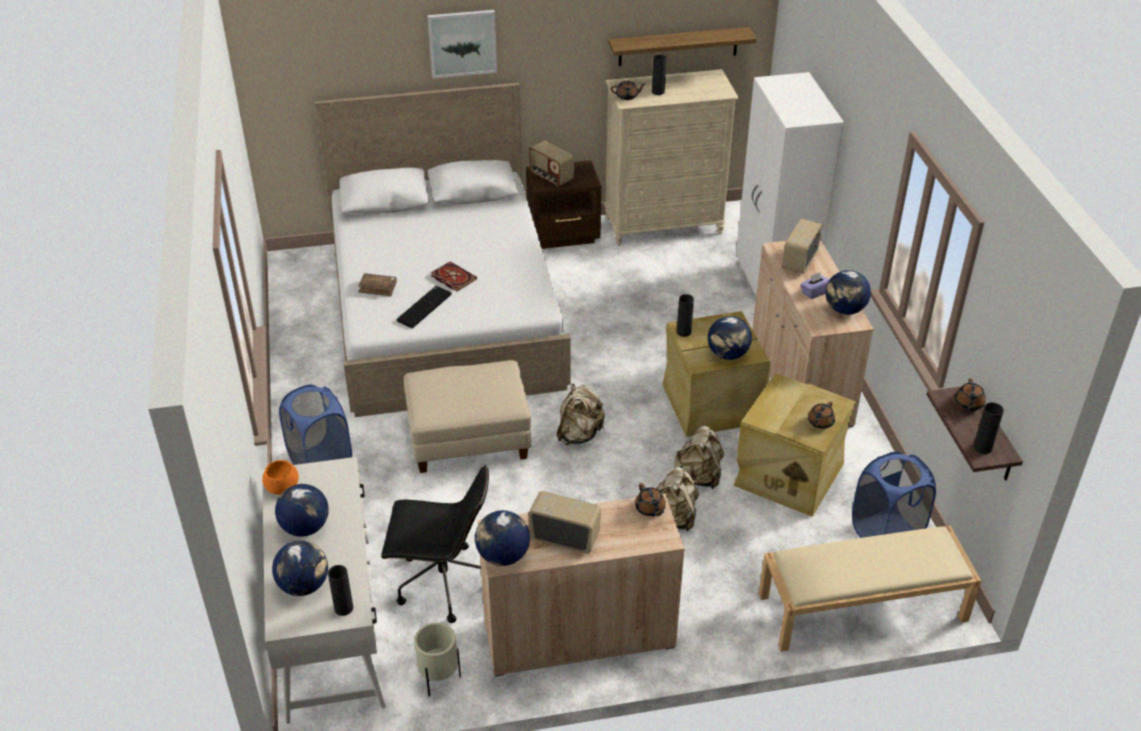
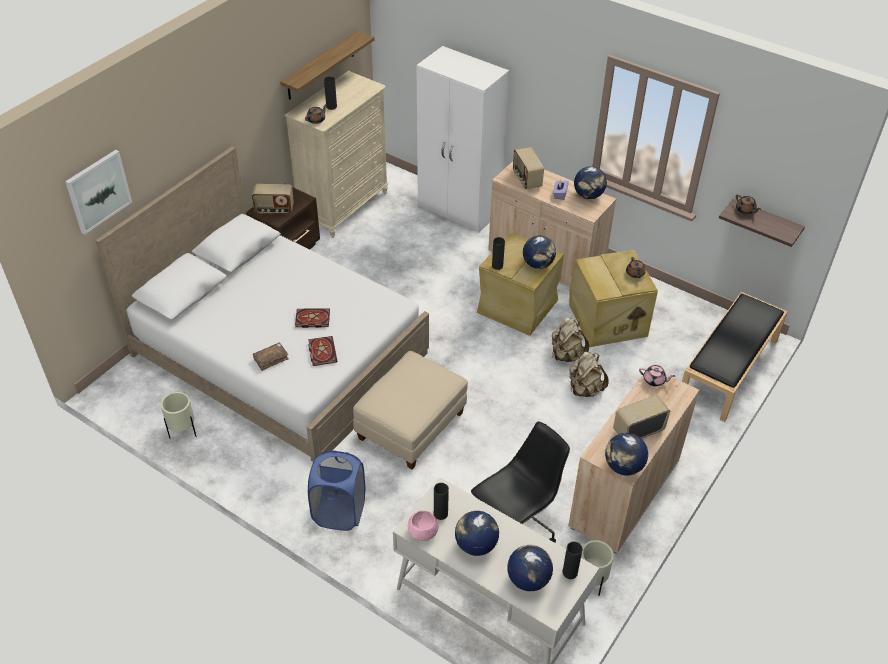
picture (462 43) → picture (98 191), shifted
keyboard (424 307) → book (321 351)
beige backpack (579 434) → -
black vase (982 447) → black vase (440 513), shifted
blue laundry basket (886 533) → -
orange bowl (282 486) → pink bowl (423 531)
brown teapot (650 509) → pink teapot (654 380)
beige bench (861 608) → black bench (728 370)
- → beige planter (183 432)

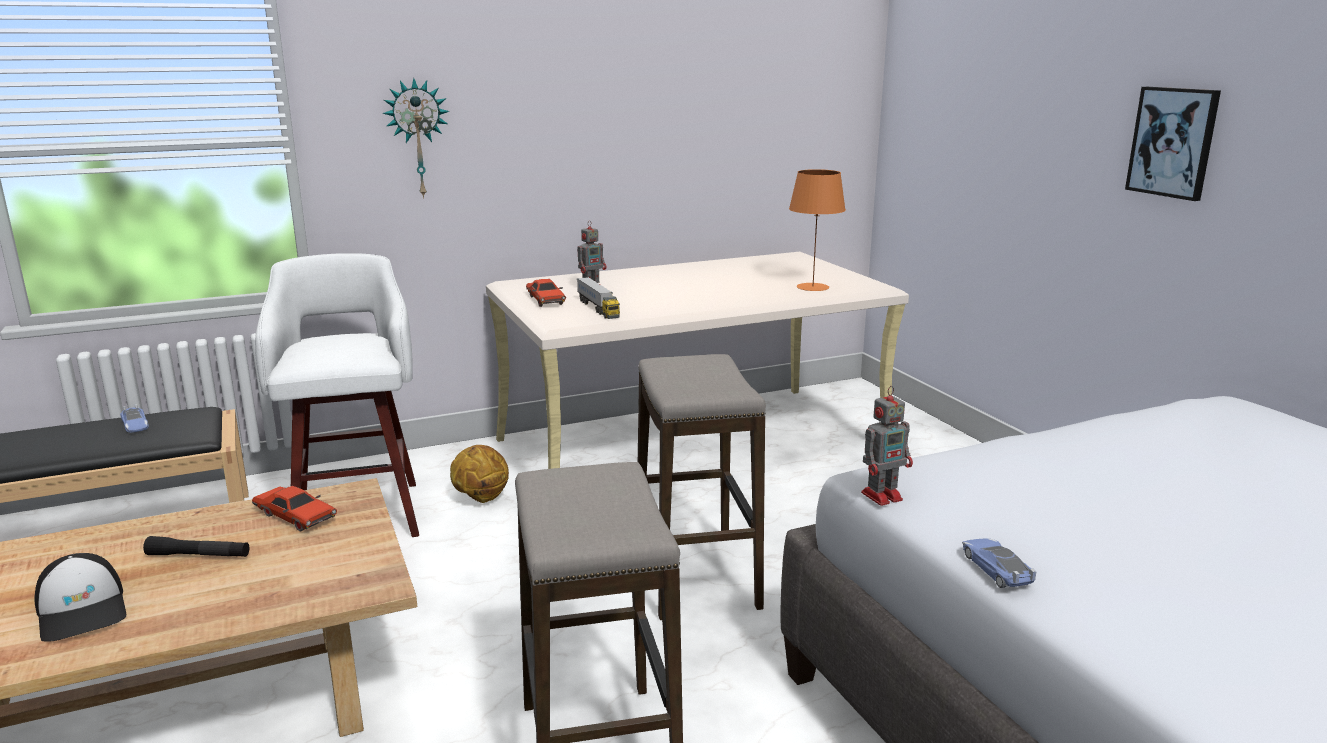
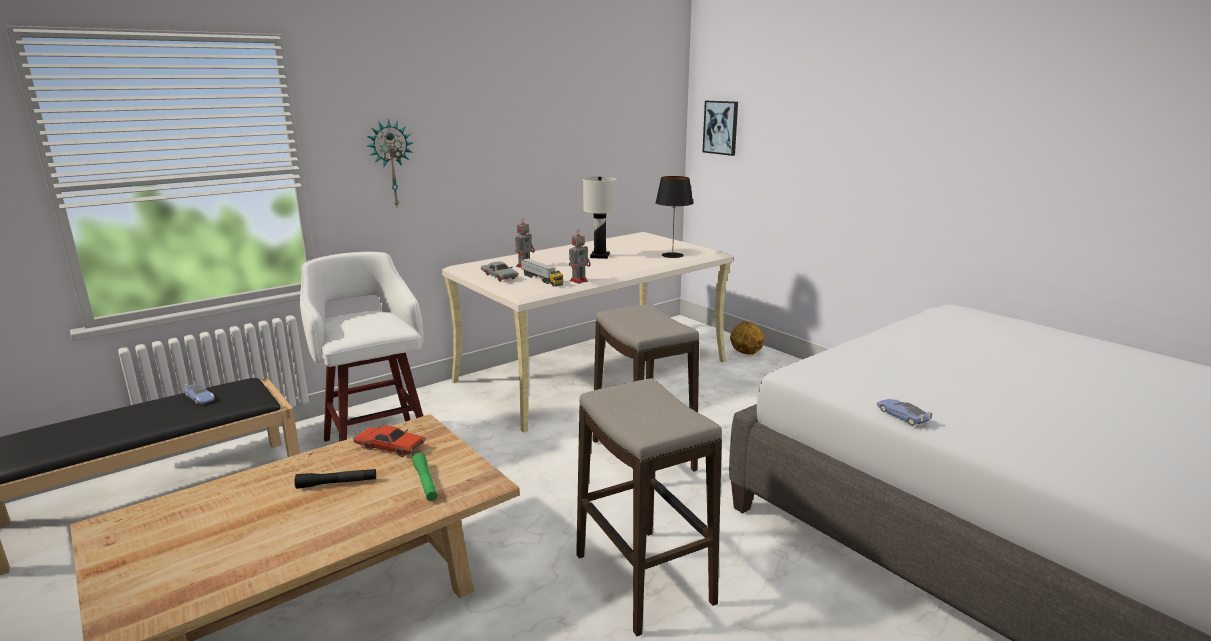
picture (1173 142) → picture (721 127), shifted
orange table lamp (813 287) → black table lamp (672 255)
red toy car (545 300) → grey toy car (499 276)
toy robot (883 495) → toy robot (579 280), shifted
basketball (481 498) → basketball (746 353), shifted
cap (83 611) → -
- → white table lamp (600 256)
- → green flashlight (425 482)

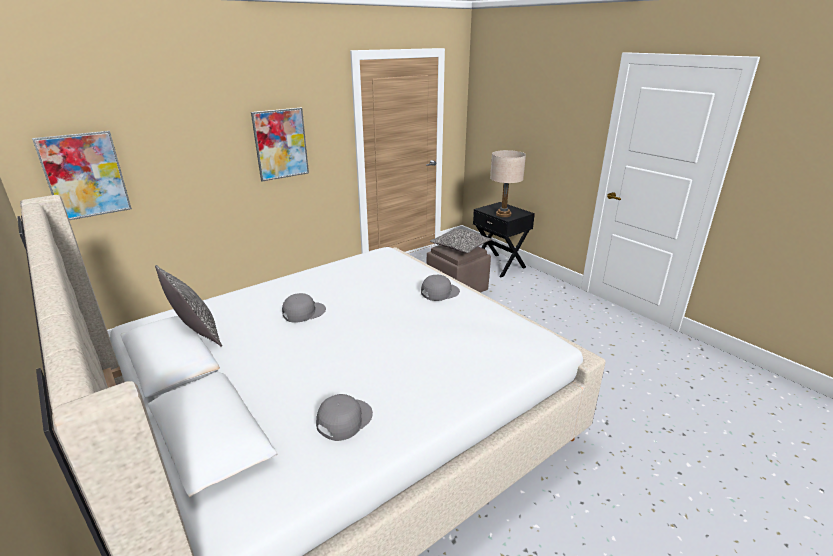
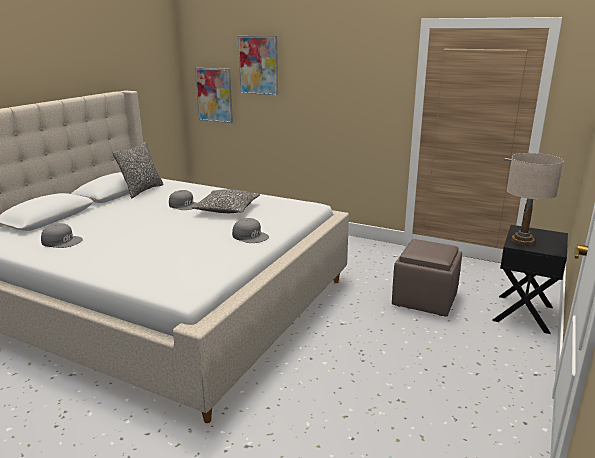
picture (280 144) → picture (258 65), shifted
pillow (460 247) → pillow (227 209), shifted

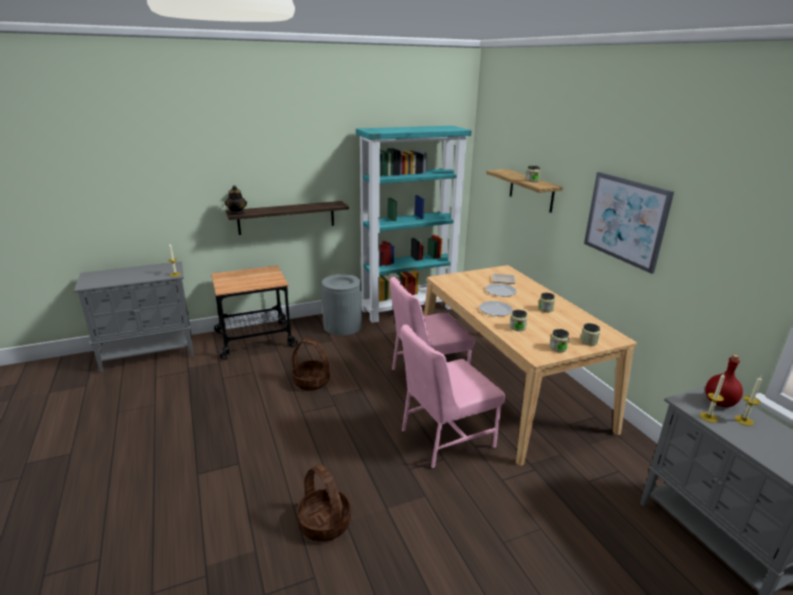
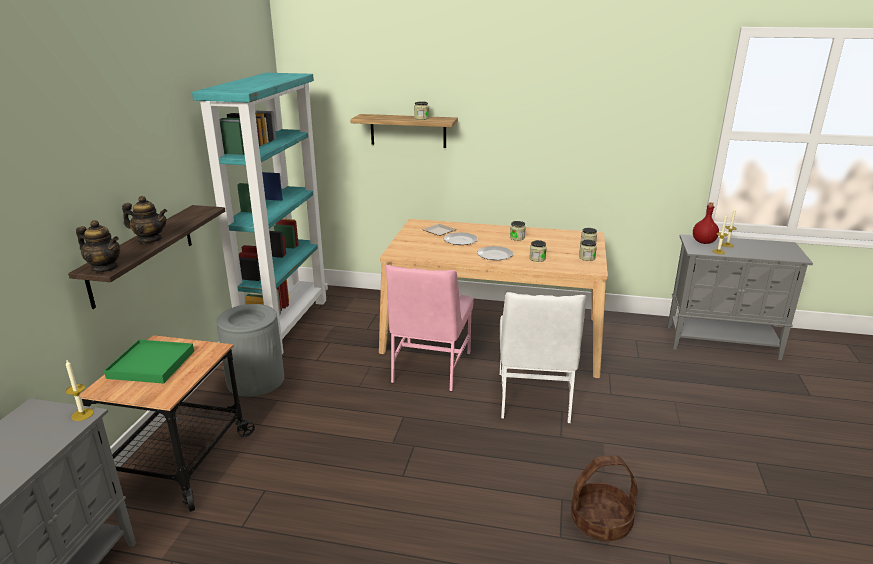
picture (625 220) → -
pink chair (445 438) → white chair (534 398)
basket (311 381) → -
- → teapot (150 239)
- → green tray (151 364)

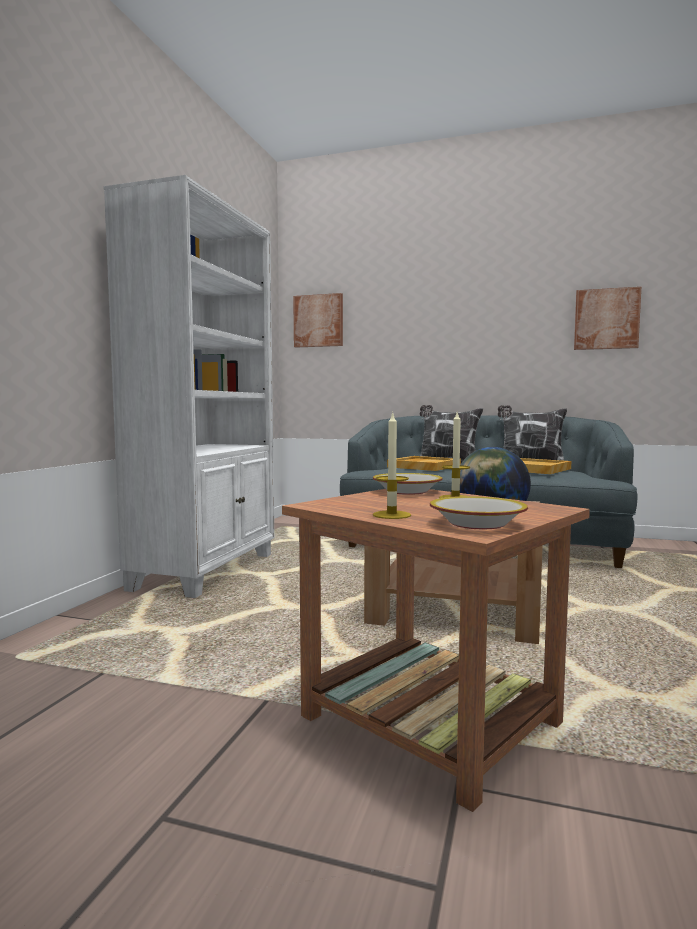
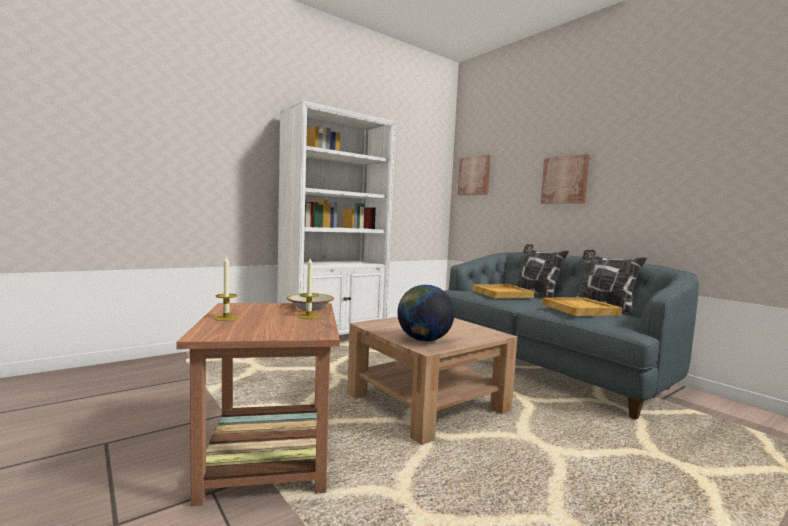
picture (606 319) → picture (565 180), shifted
bowl (478 524) → -

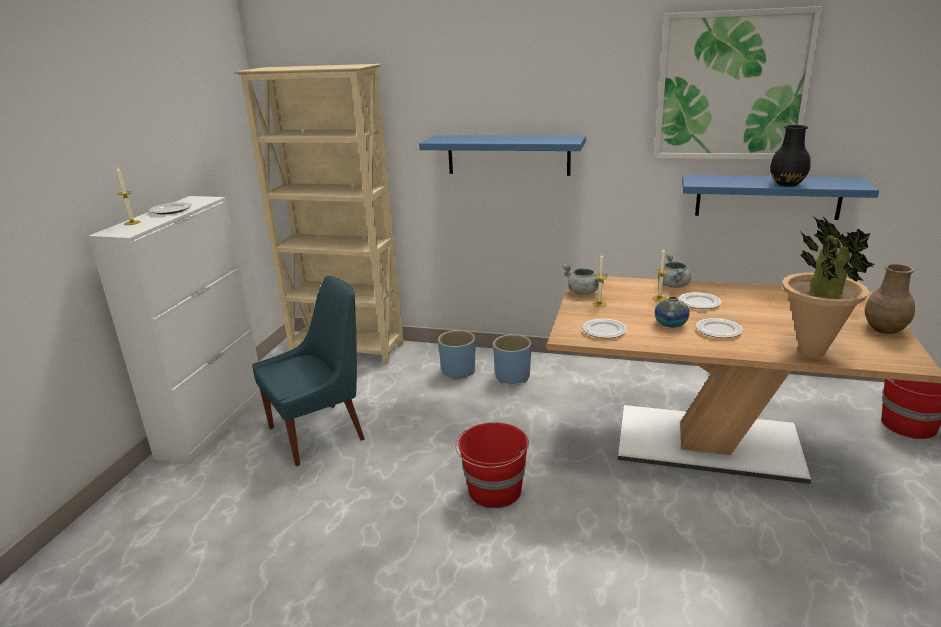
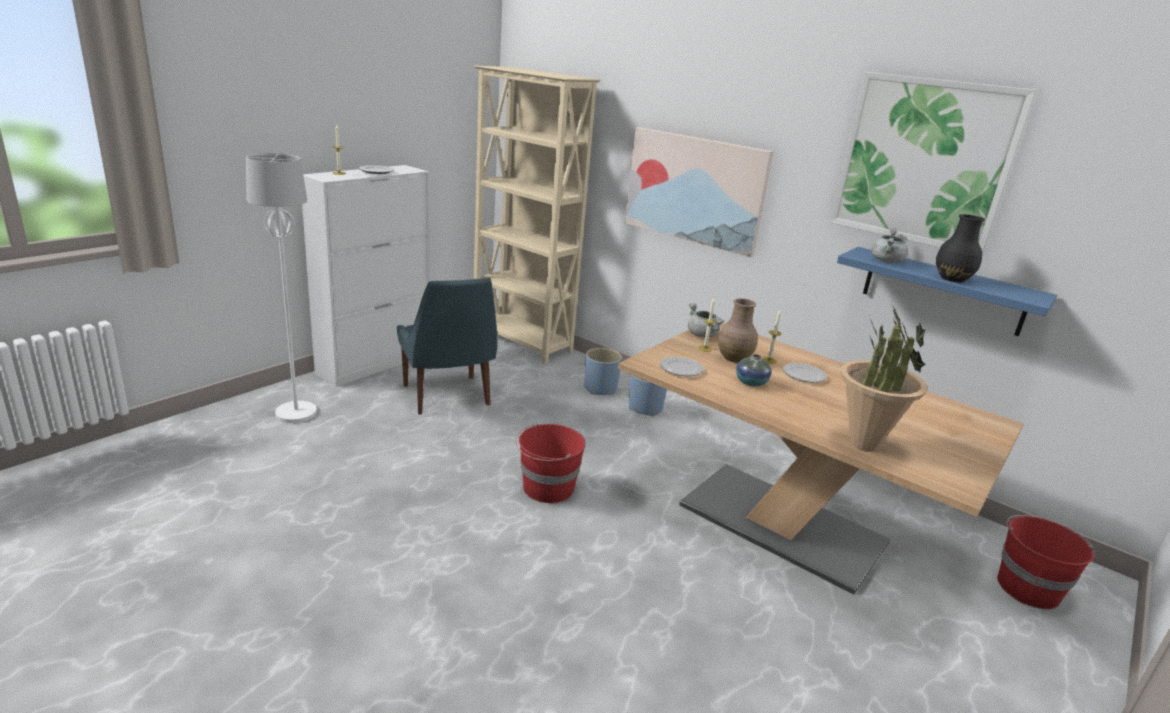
blue shelf (508 155) → picture (695 189)
grey cooking pot (674 286) → grey cooking pot (887 261), shifted
brown vase (884 329) → brown vase (734 358), shifted
blue chair (320 432) → blue chair (447 397), 75 degrees clockwise
plate (719 330) → -
- → white floor lamp (296 413)

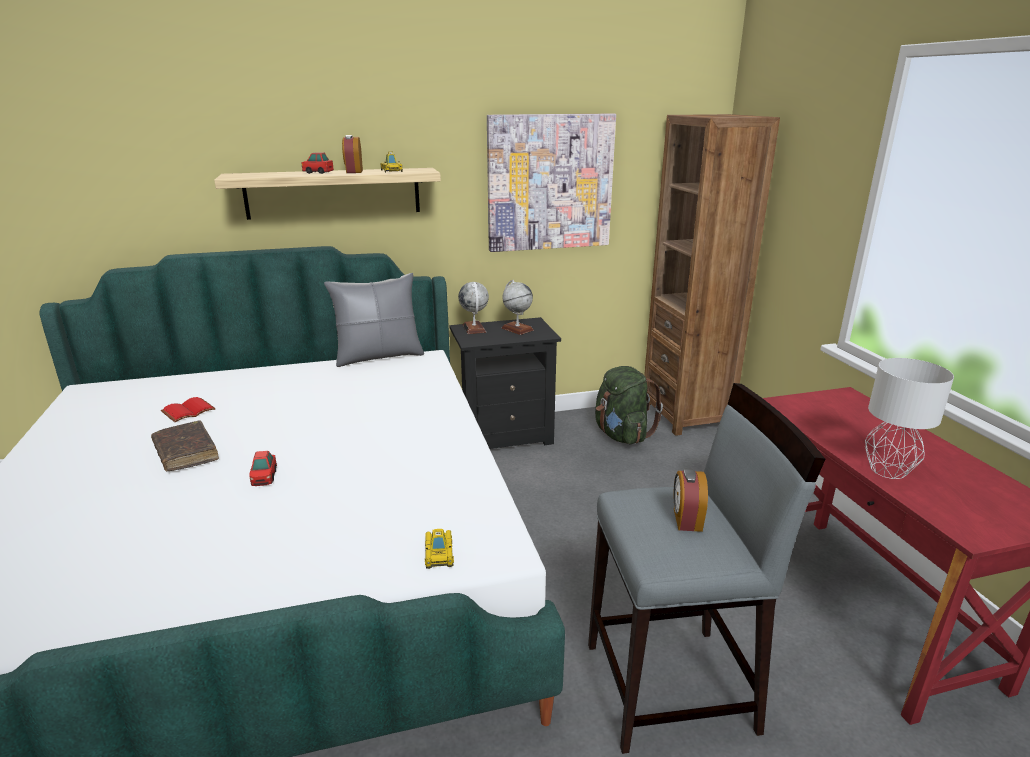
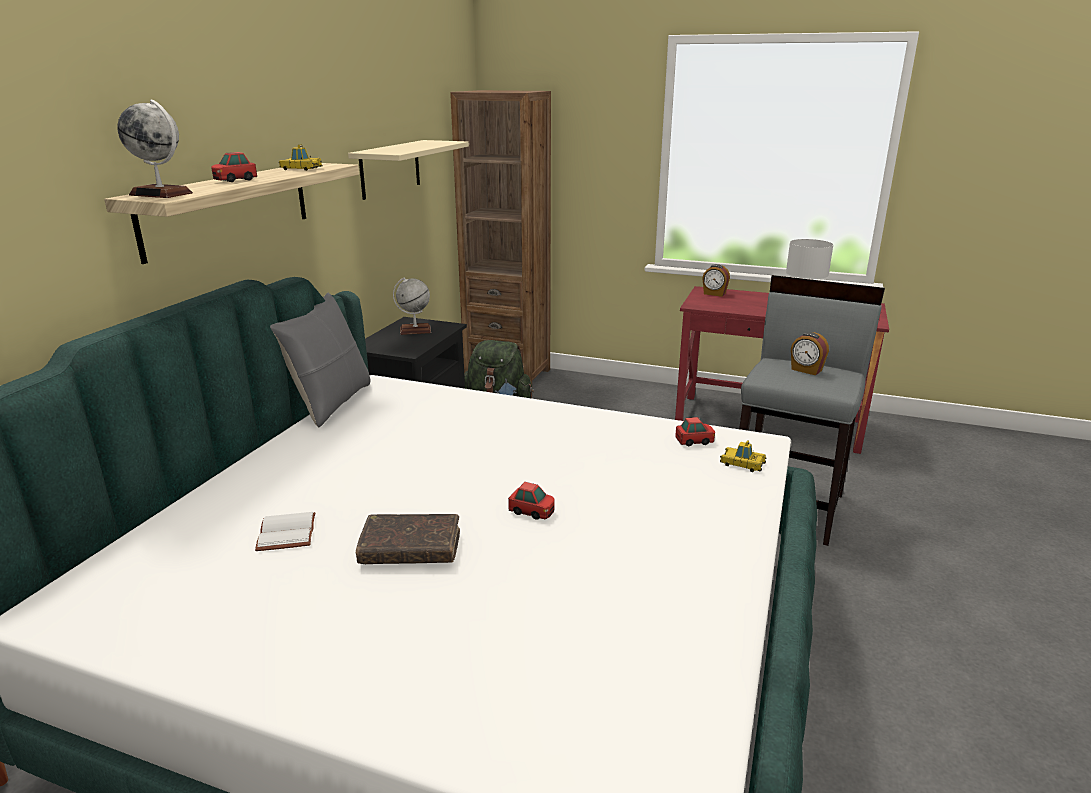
picture (550 183) → beige shelf (390 169)
alarm clock (353 171) → alarm clock (714 294), shifted
globe (474 328) → globe (161 194), shifted
red book (188 410) → white book (285 533)
- → toy car (695 441)

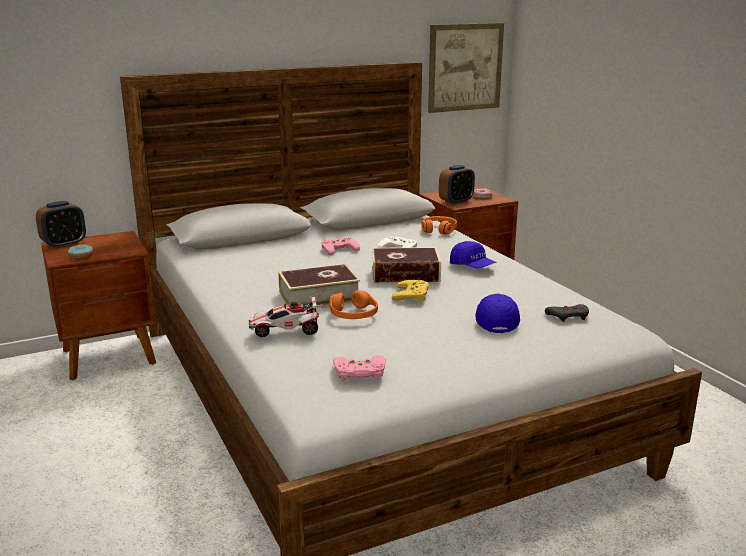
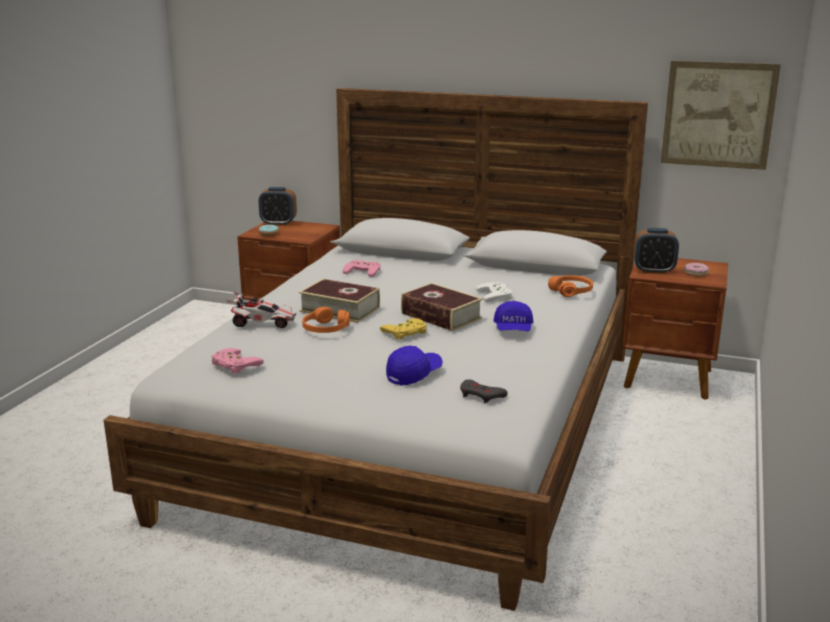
pink game controller (338 248) → pink game controller (364 271), shifted
toy car (286 330) → toy car (263 323), 150 degrees clockwise

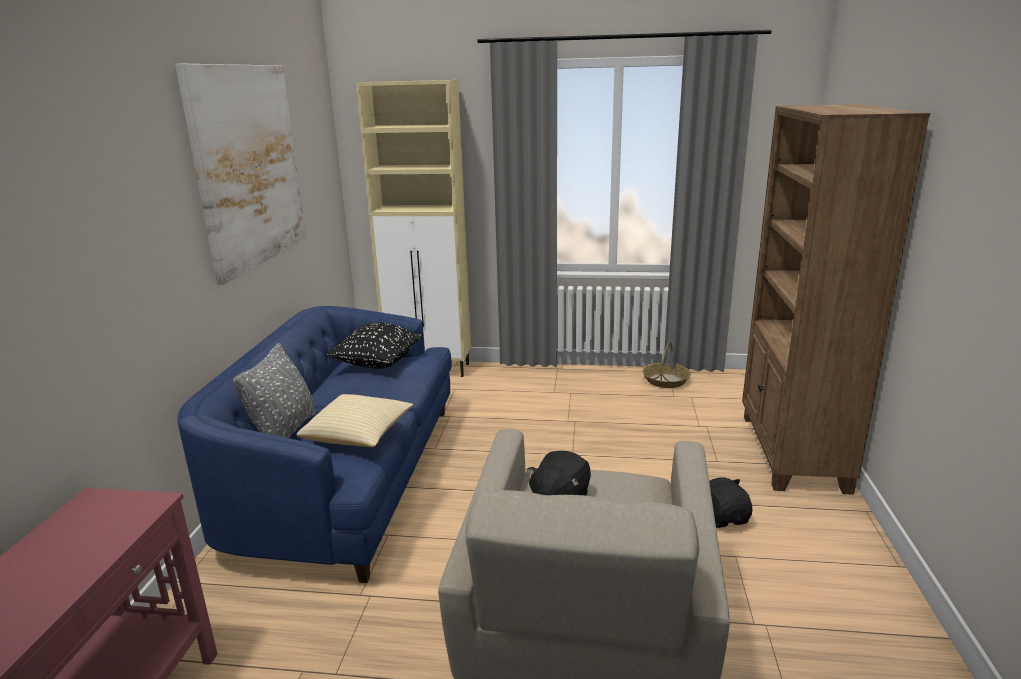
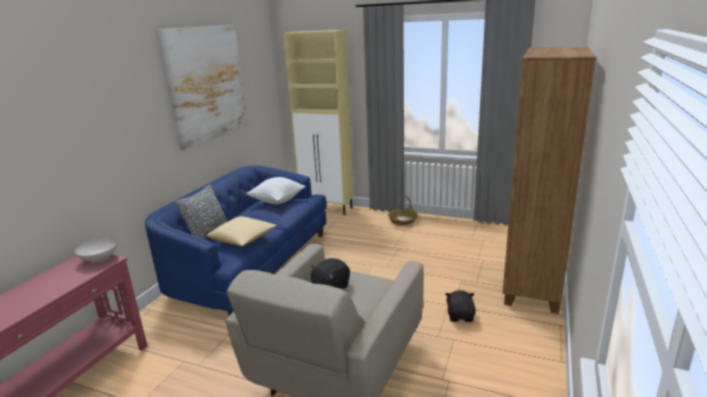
black pillow (378 363) → white pillow (277 201)
basket (665 381) → basket (402 220), shifted
- → white bowl (99 259)

